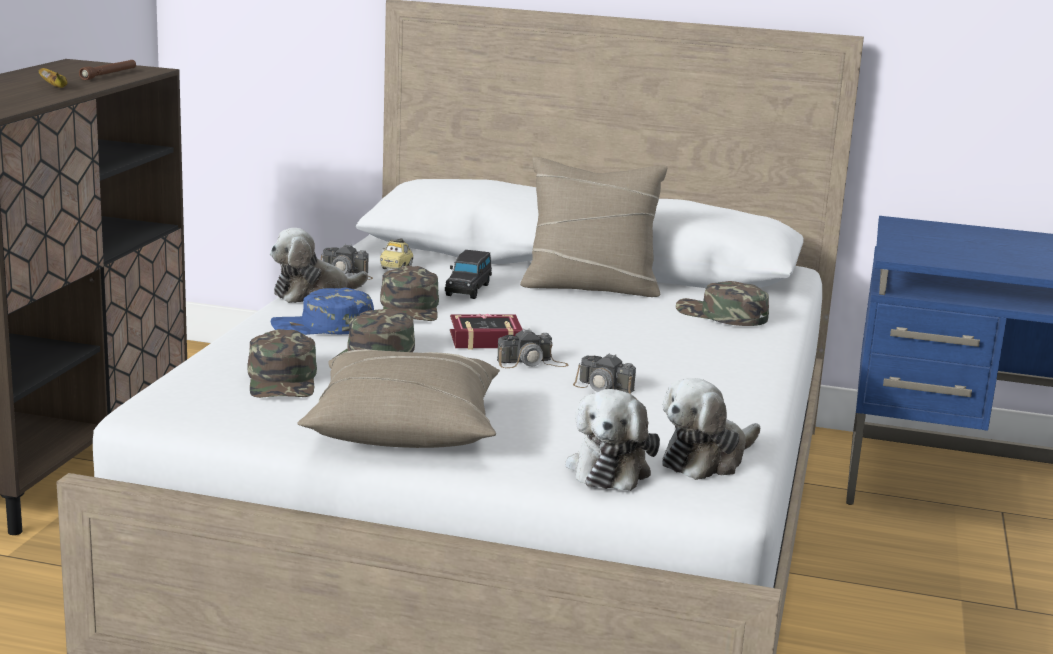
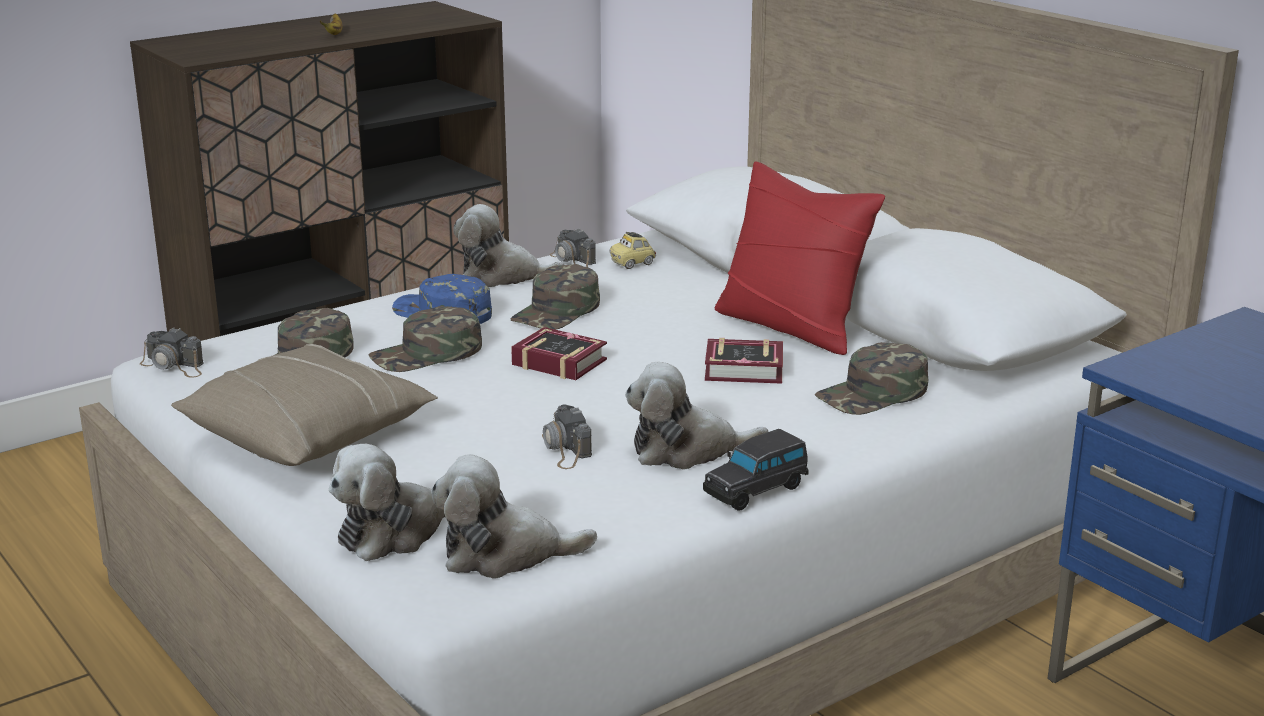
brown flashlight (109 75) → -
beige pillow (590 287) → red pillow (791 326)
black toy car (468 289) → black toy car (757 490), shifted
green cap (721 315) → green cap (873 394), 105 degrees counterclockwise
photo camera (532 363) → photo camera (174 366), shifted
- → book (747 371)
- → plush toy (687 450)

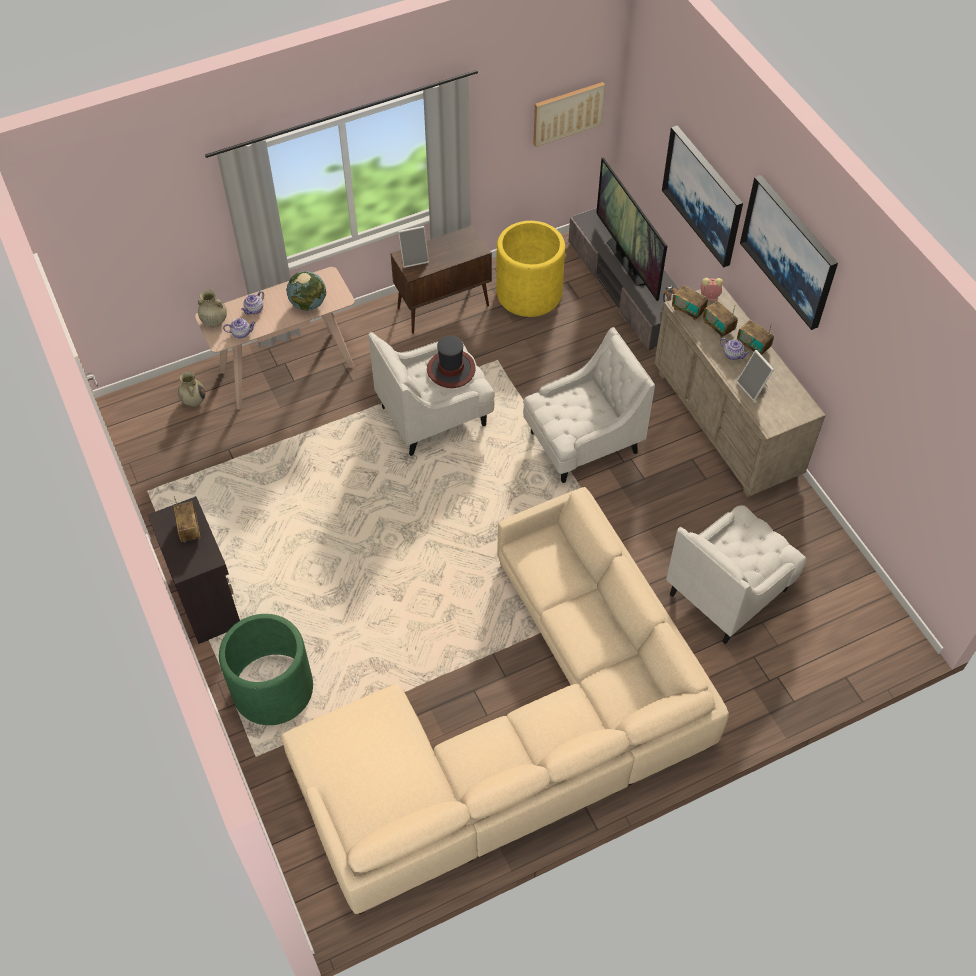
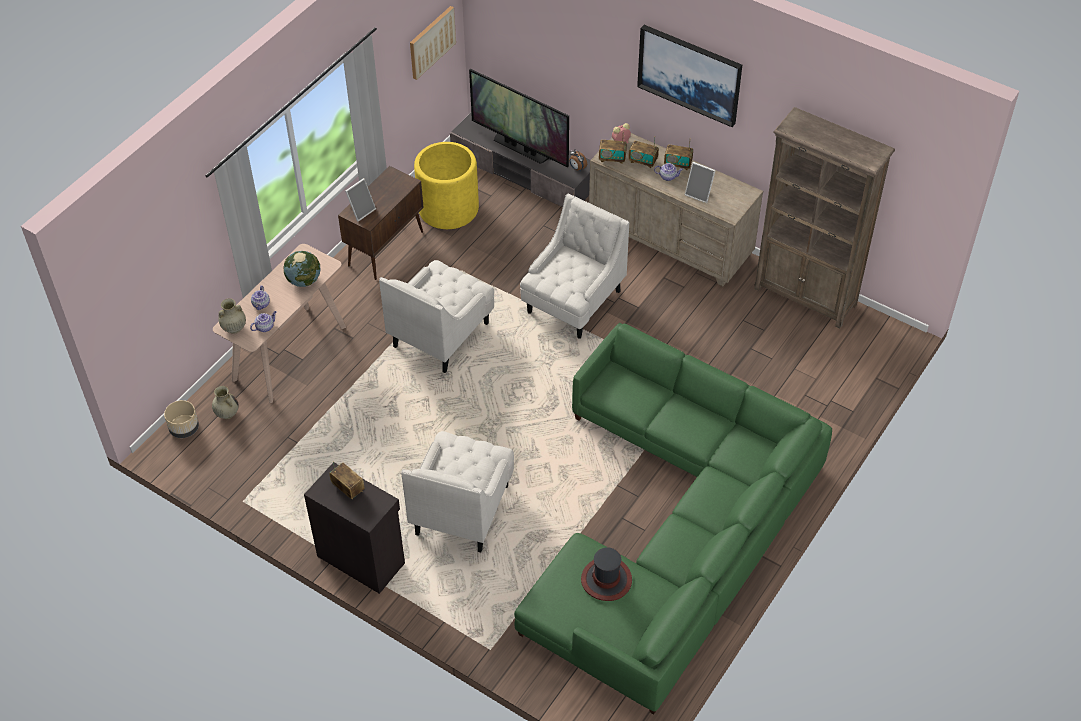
picture (703 195) → -
hat (451 369) → hat (606 579), shifted
beige sofa (515 729) → green sofa (673 529)
white armchair (729 591) → white armchair (462 509), shifted
green planter (272 689) → -
- → brown bookcase (805 297)
- → beige planter (184 428)

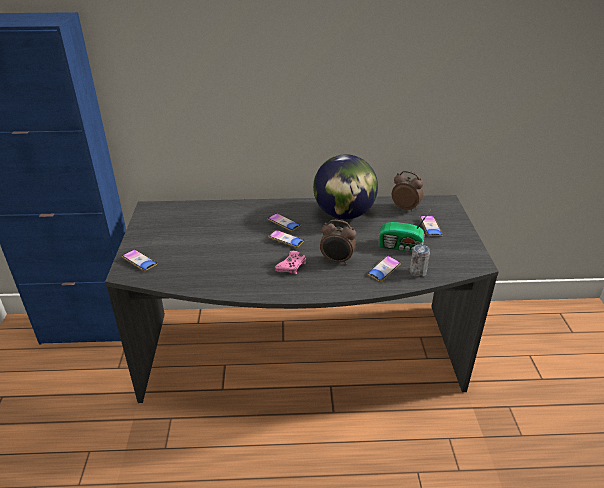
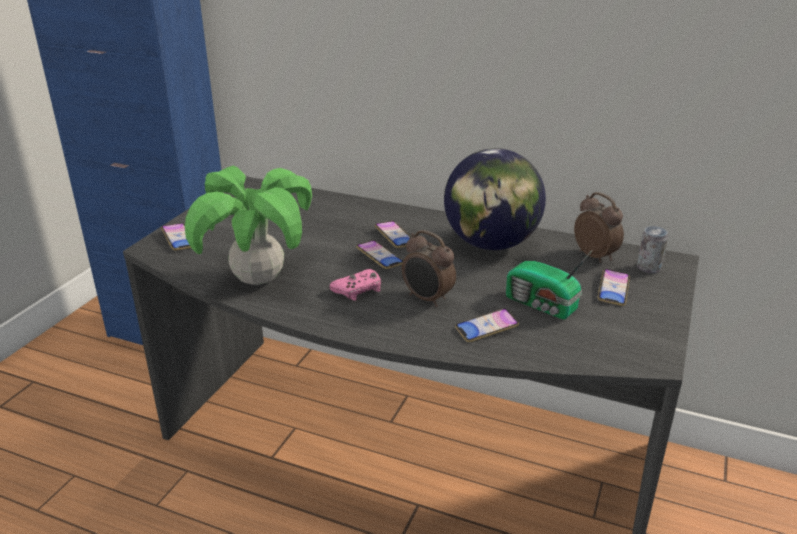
can (417 272) → can (648 268), shifted
- → potted plant (258 280)

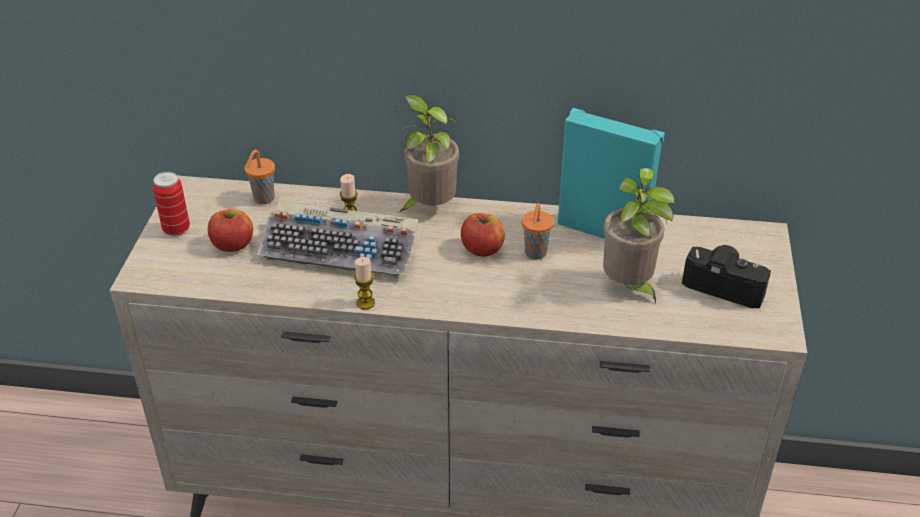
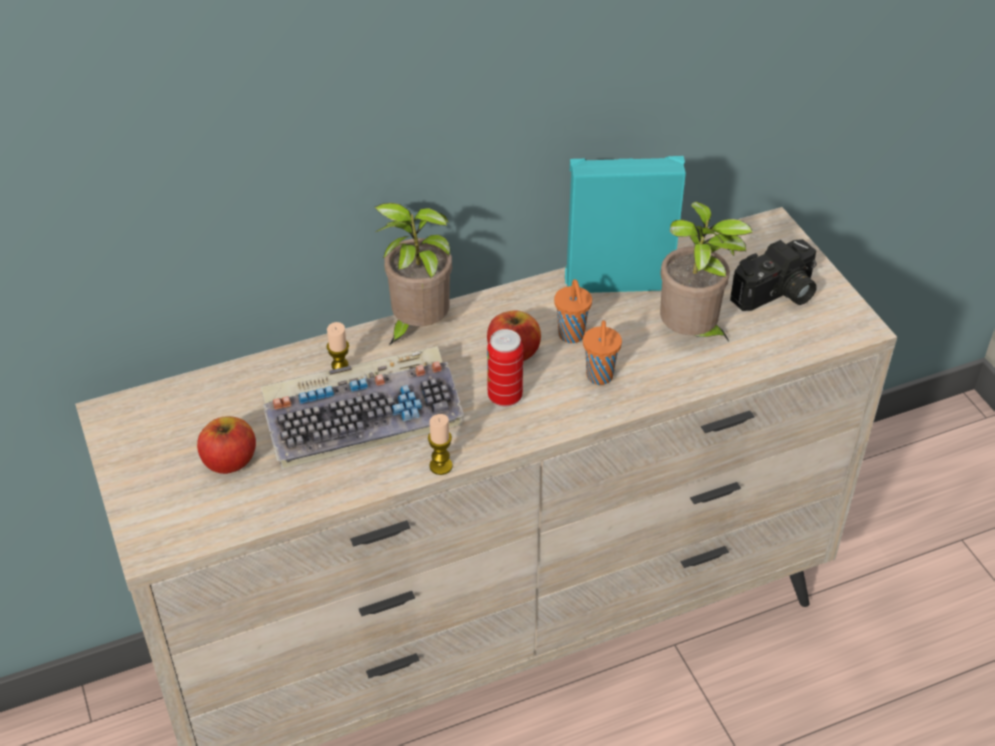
orange cup (263 199) → orange cup (599 377), shifted
can (176 229) → can (505 397), shifted
photo camera (726 284) → photo camera (777 295), 150 degrees clockwise

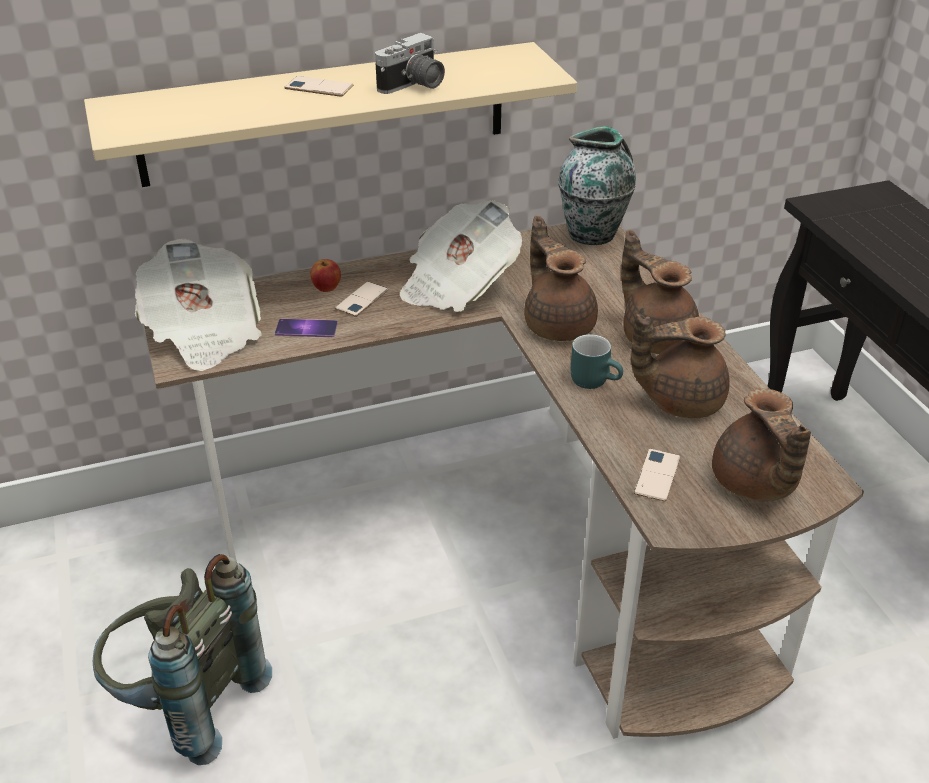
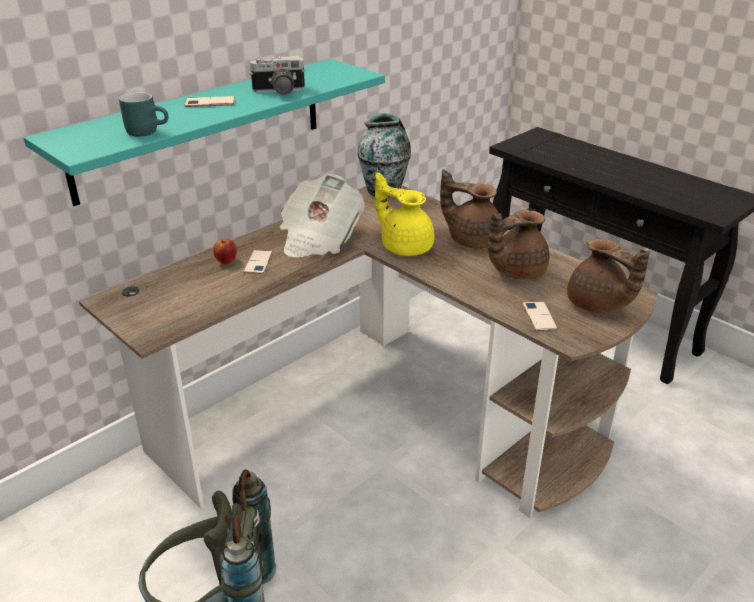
photo camera (414 86) → photo camera (279 92), 60 degrees clockwise
beige shelf (324 114) → turquoise shelf (202 128)
brown teapot (558 324) → yellow teapot (405 246)
newspaper (203 332) → -
phone (306 328) → -
turquoise mug (595 380) → turquoise mug (148 131), shifted

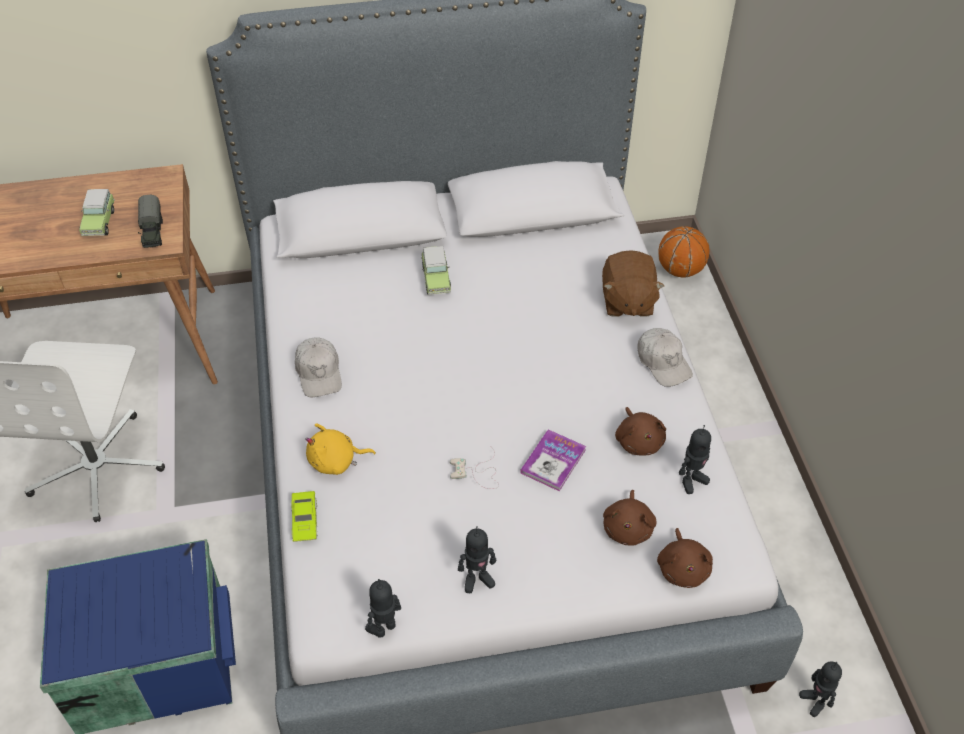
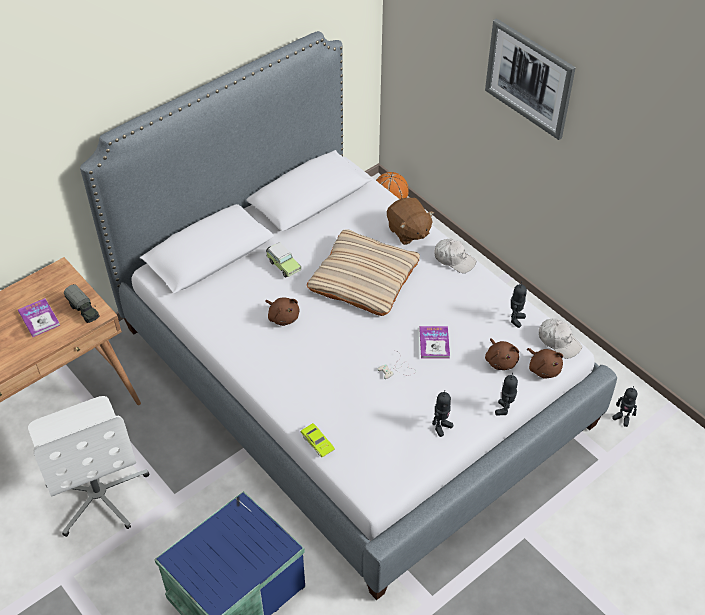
toy car (100 221) → book (39 318)
white cap (319 373) → white cap (559 341), shifted
brown plush toy (639 441) → brown plush toy (283 317), shifted
yellow plush toy (336 461) → -
toy robot (384 628) → toy robot (504 409), shifted
- → picture (529 78)
- → beige pillow (364 278)

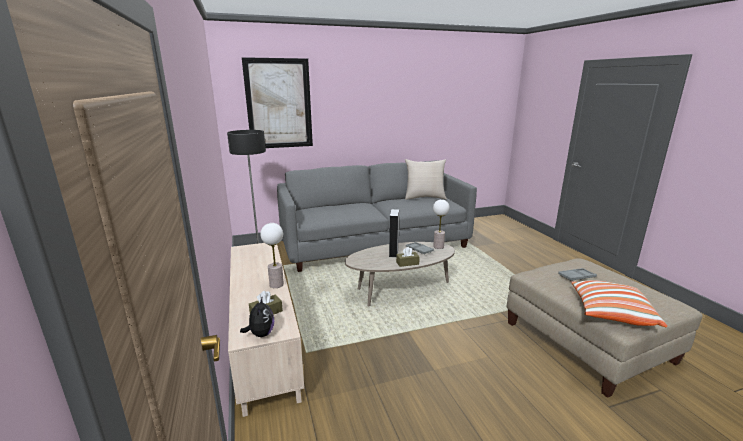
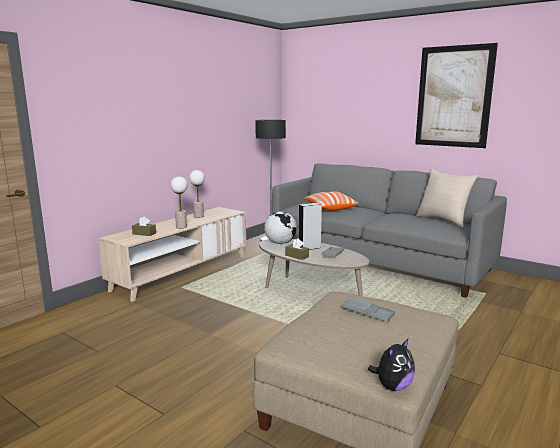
picture (279 104) → picture (453 97), shifted
table lamp (438 246) → table lamp (198 216), shifted
pillow (610 313) → pillow (329 208), shifted
plush toy (261 334) → plush toy (392 386), shifted
- → globe (280 243)

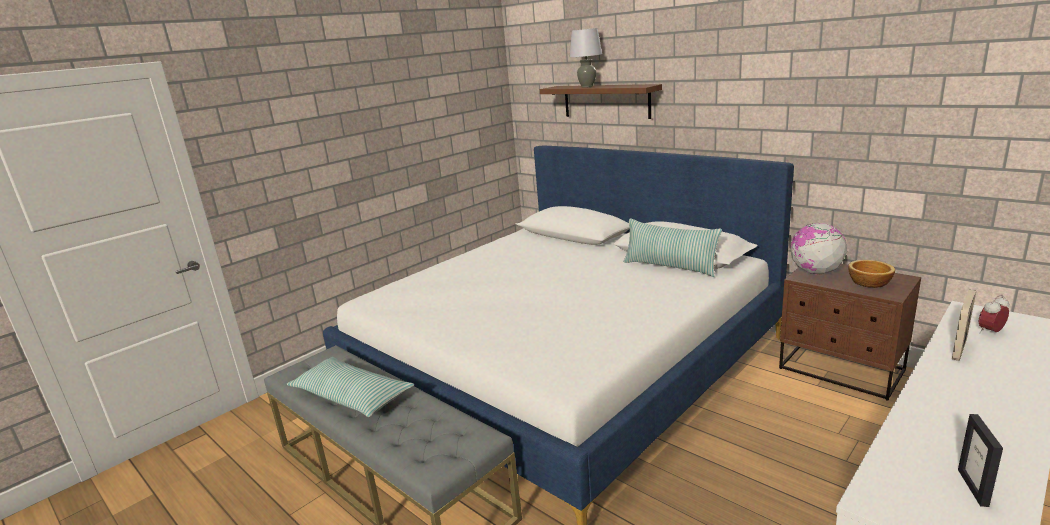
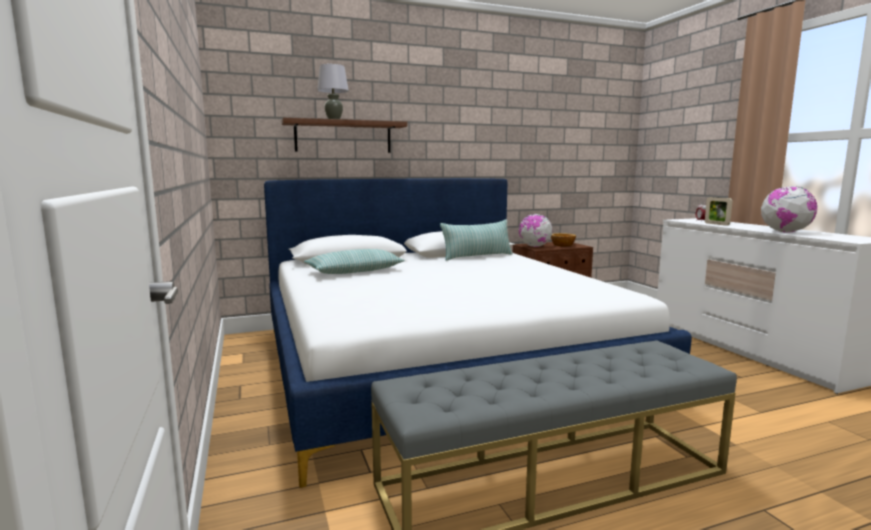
pillow (352 396) → pillow (355 271), shifted
picture frame (973 487) → -
- → globe (785 232)

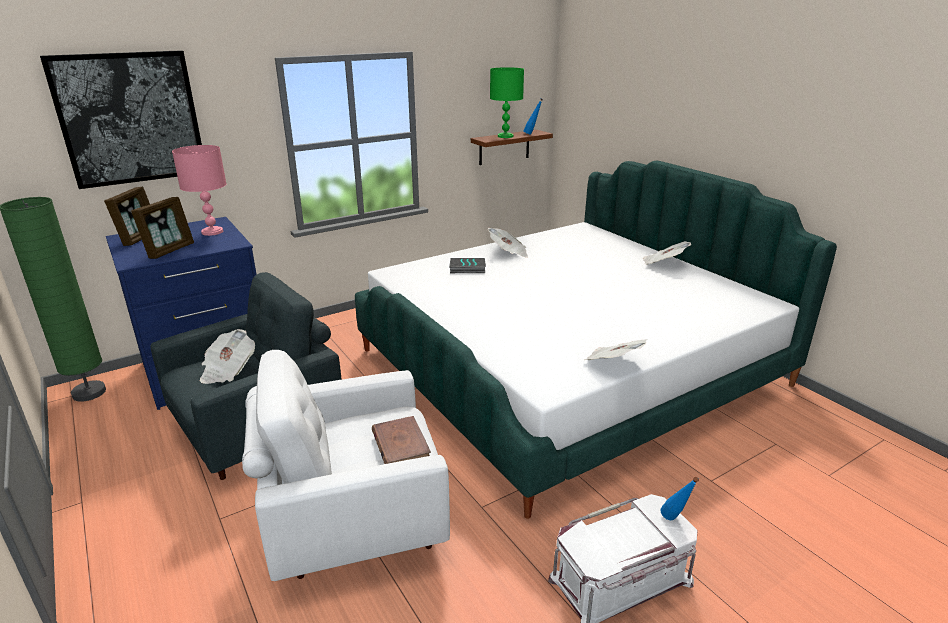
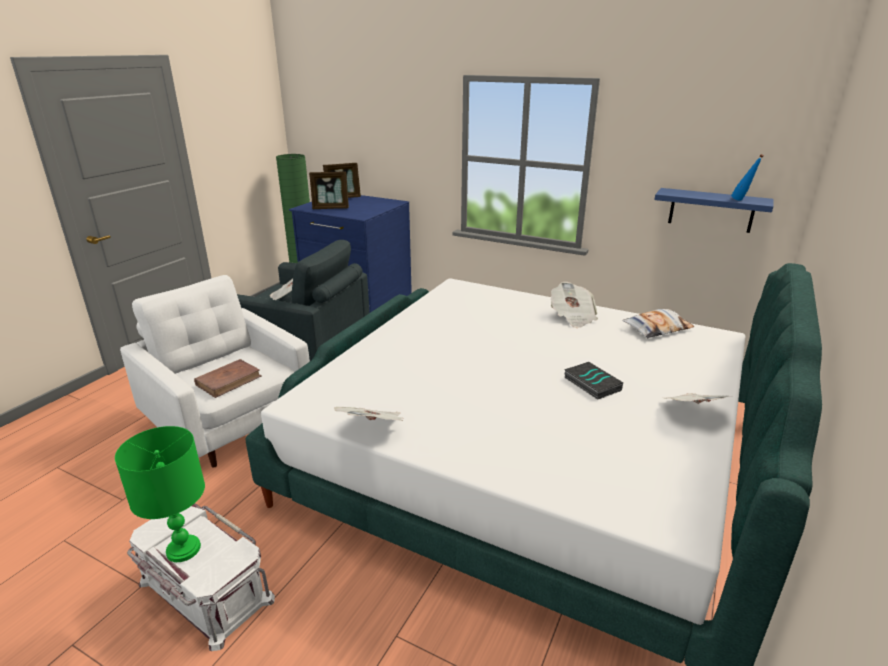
picture (130 118) → -
green table lamp (505 136) → green table lamp (184 550), shifted
brown shelf (504 147) → blue shelf (711 210)
pink table lamp (213 232) → -
book (467 269) → book (591 384), shifted
blue bottle (674 521) → -
- → pillow (657 328)

